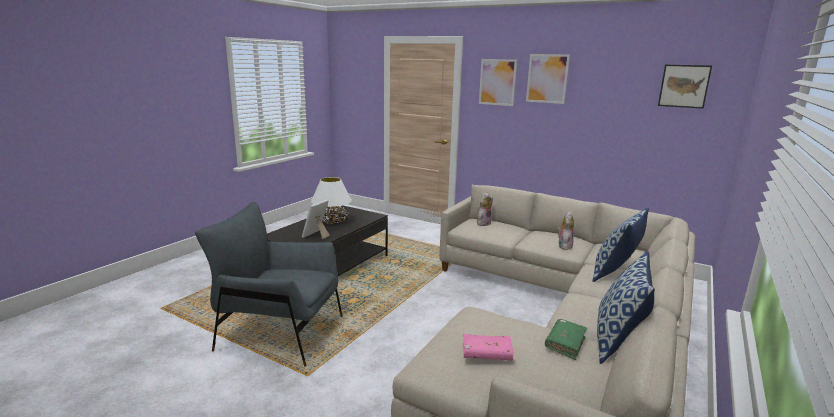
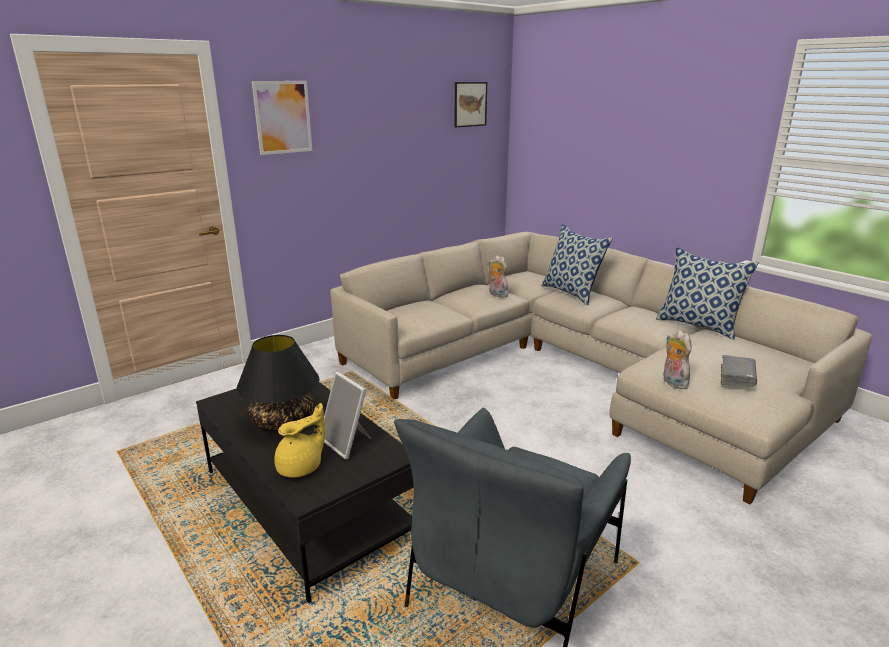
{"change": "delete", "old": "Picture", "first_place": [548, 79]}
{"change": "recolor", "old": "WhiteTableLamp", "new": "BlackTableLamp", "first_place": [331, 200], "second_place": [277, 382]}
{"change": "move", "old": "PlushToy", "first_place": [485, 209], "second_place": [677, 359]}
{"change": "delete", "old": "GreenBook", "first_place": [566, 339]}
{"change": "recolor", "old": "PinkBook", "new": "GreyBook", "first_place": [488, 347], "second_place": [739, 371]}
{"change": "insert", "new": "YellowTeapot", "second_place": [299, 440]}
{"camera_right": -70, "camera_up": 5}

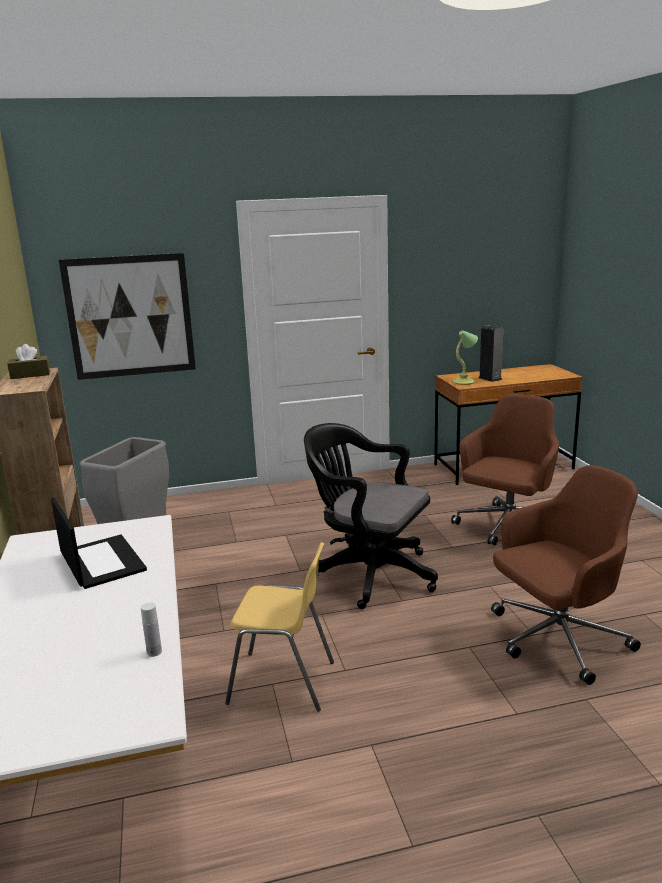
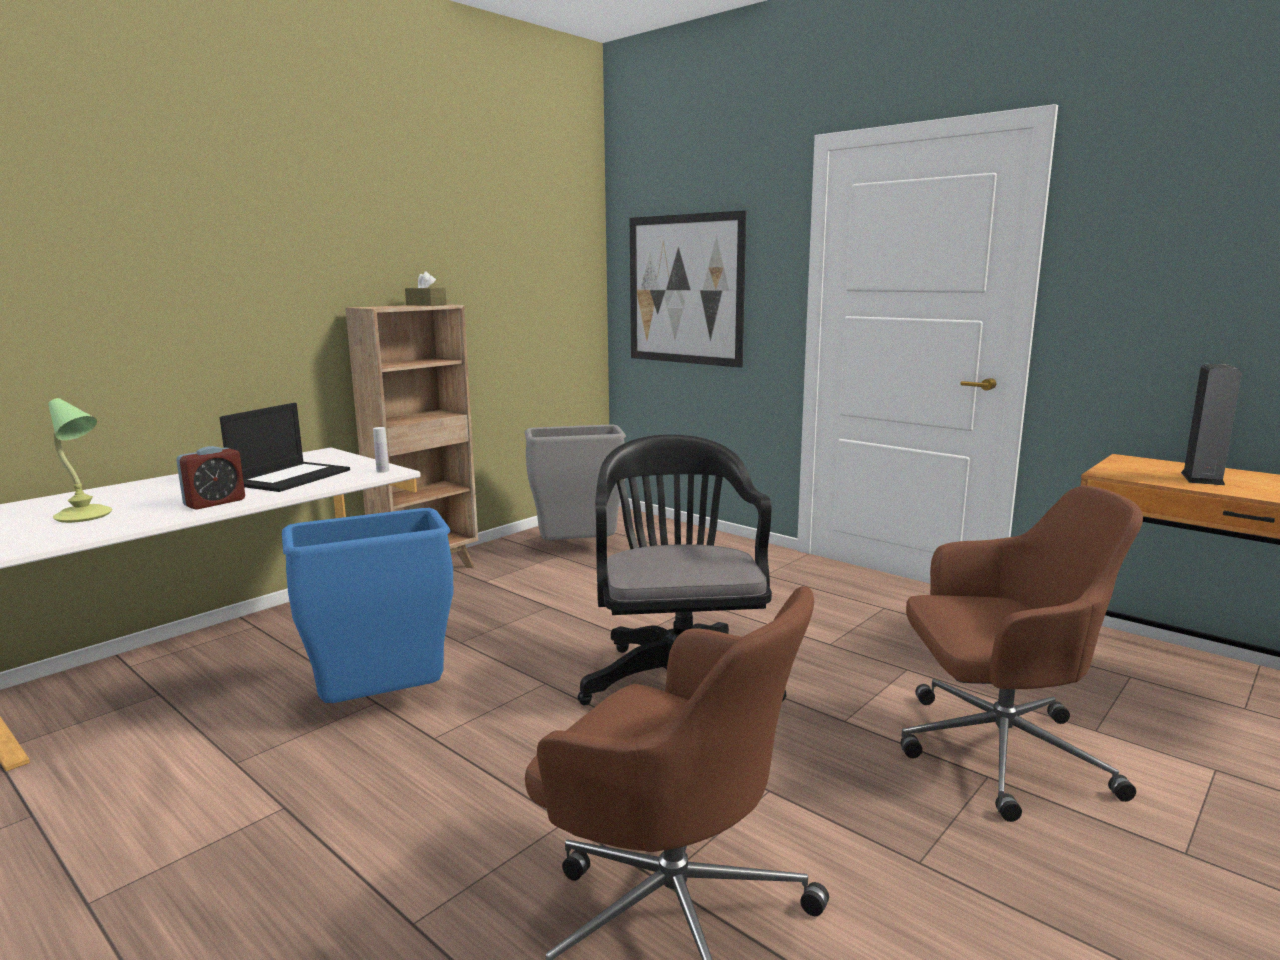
{"change": "move", "old": "TableLamp", "first_place": [465, 357], "second_place": [80, 460]}
{"change": "replace", "old": "YellowChair", "new": "BlueTrashCan", "first_place": [279, 627], "second_place": [367, 605]}
{"change": "move", "old": "WhiteBottle", "first_place": [151, 629], "second_place": [381, 450]}
{"change": "insert", "new": "AlarmClock", "second_place": [210, 478]}
{"camera_right": 55, "camera_up": -5}

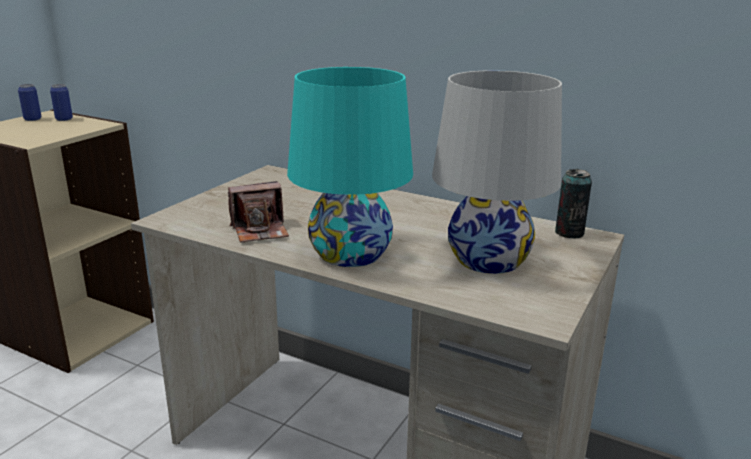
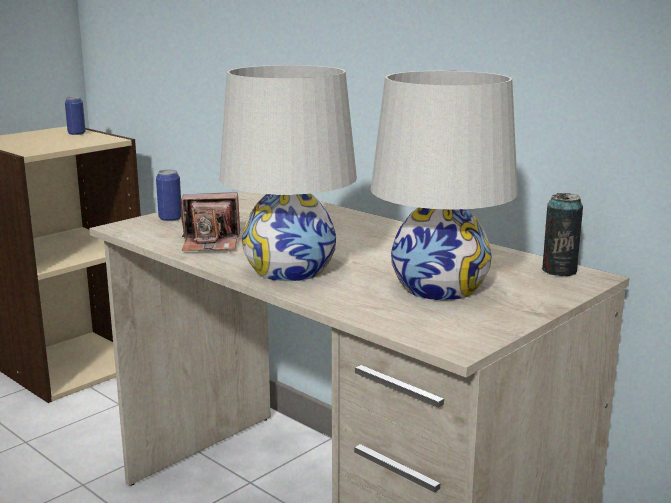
{"change": "recolor", "old": "TurquoiseTableLamp", "new": "WhiteTableLamp", "first_place": [350, 167], "second_place": [288, 173]}
{"change": "move", "old": "Can", "first_place": [29, 102], "second_place": [168, 195]}
{"camera_right": 15, "camera_up": -5}

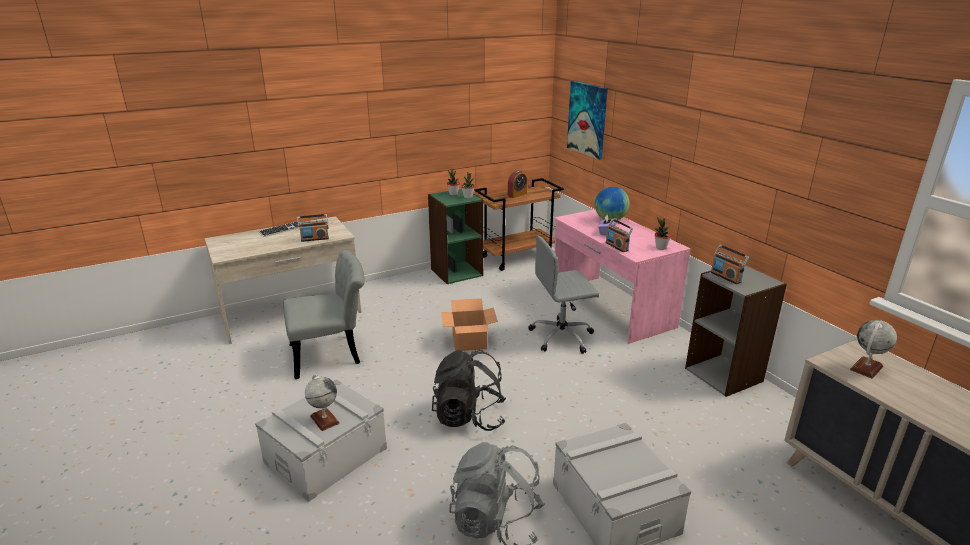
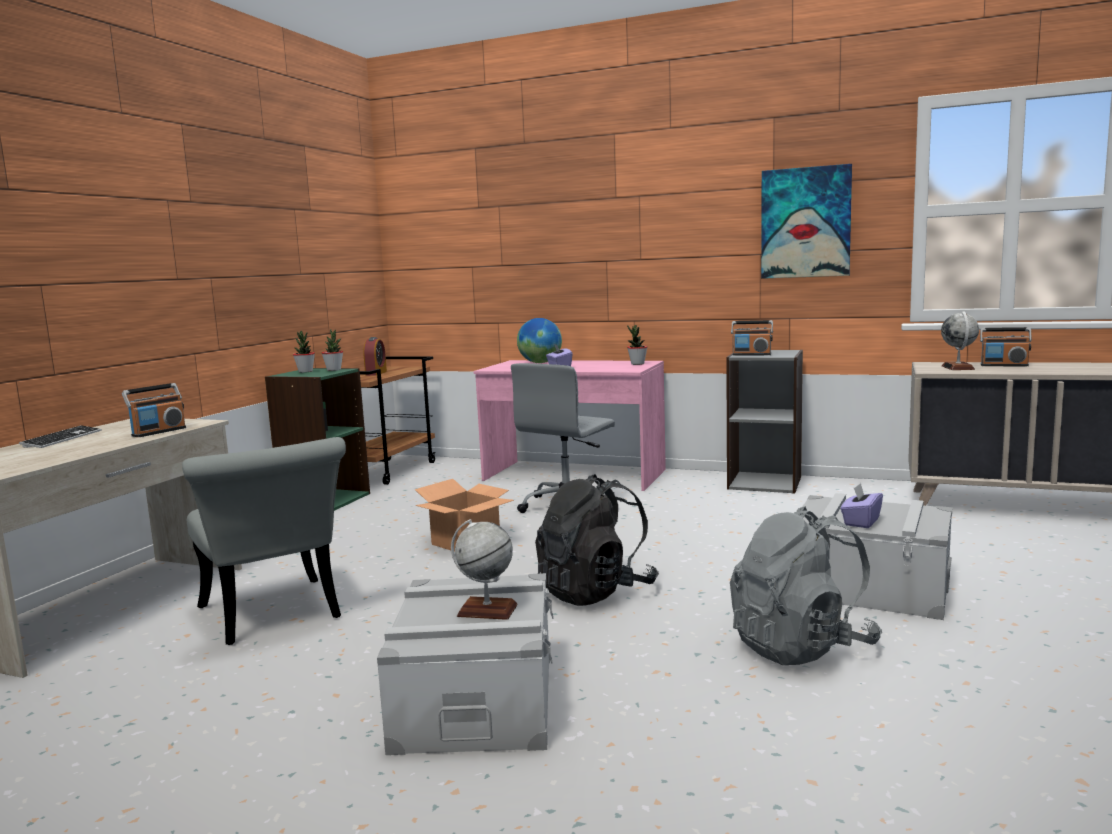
{"change": "move", "old": "Picture", "first_place": [587, 120], "second_place": [806, 221]}
{"change": "move", "old": "Radio", "first_place": [619, 235], "second_place": [1006, 346]}
{"change": "rotate", "old": "GreyChair", "first_place": [324, 314], "second_place": [264, 541], "degrees": 120}
{"change": "insert", "new": "PurpleTissueBox", "second_place": [862, 505]}
{"camera_right": -40, "camera_up": -15}

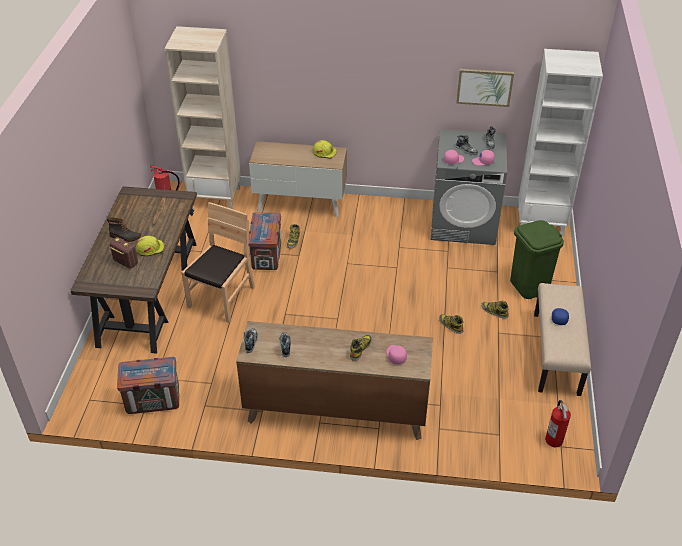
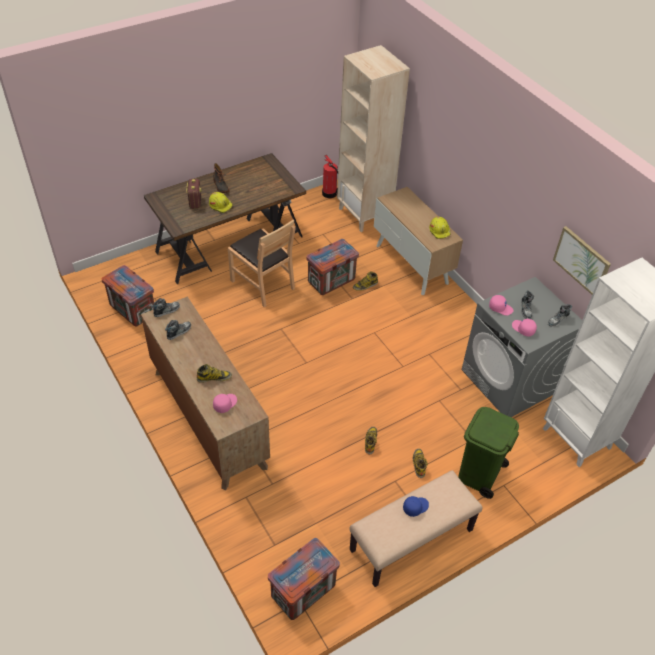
{"change": "rotate", "old": "BrownChair", "first_place": [218, 262], "second_place": [261, 263], "degrees": 60}
{"change": "replace", "old": "FireExtinguisher", "new": "Crate", "first_place": [558, 423], "second_place": [304, 579]}
{"camera_right": 50, "camera_up": 5}

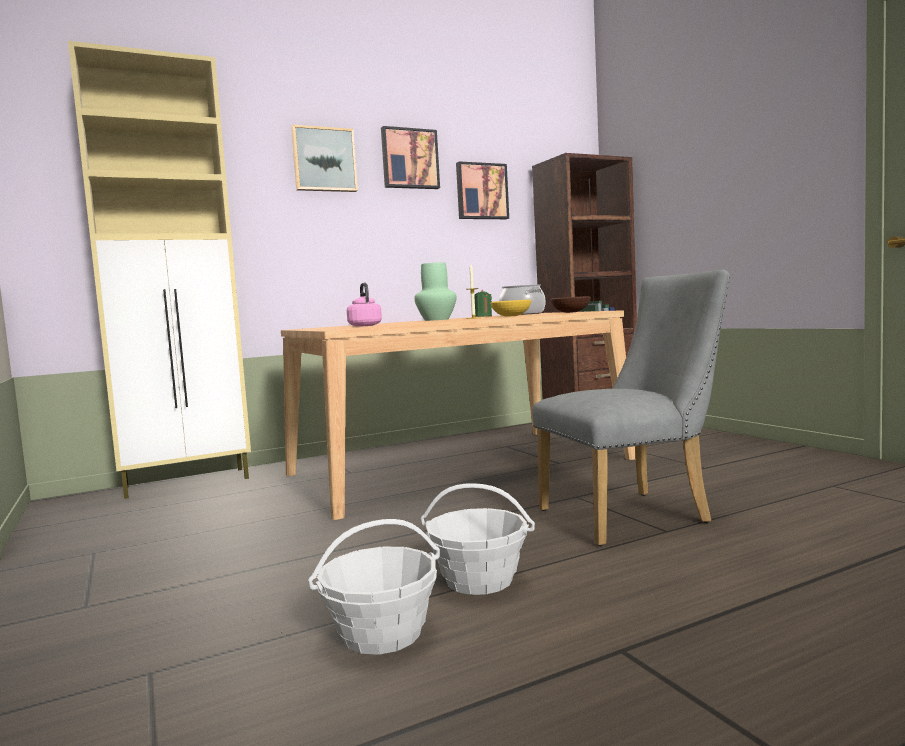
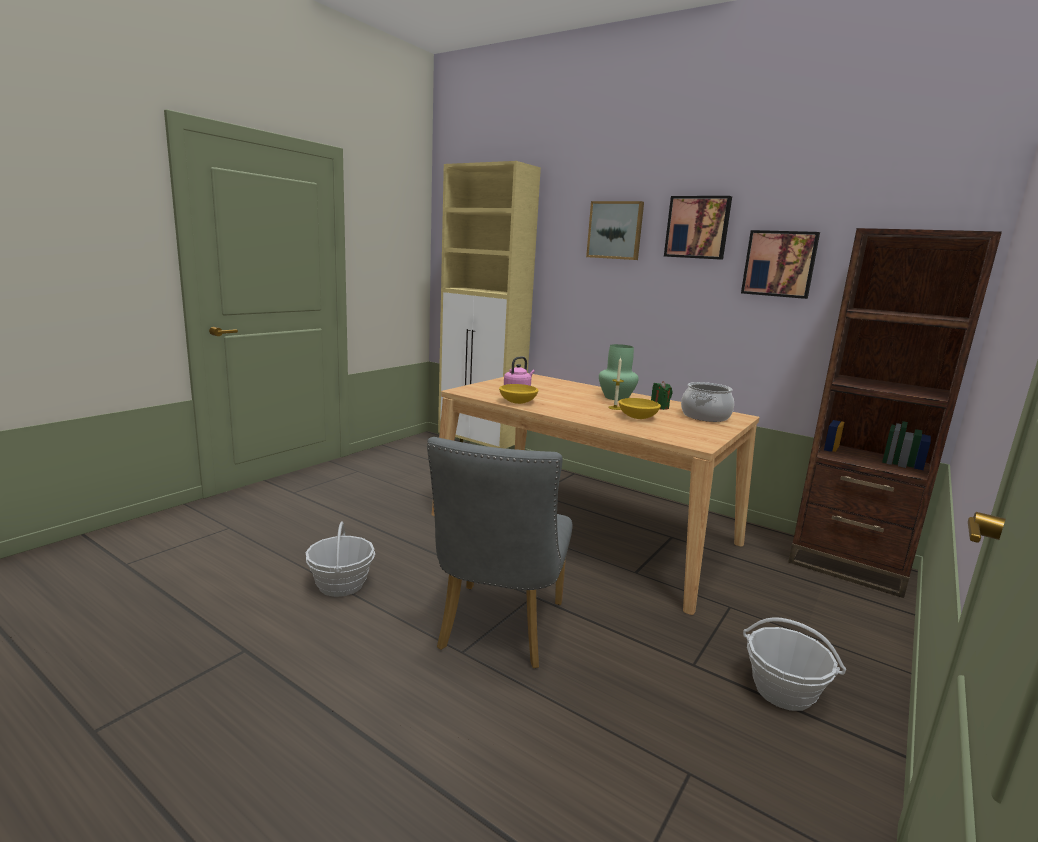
{"change": "rotate", "old": "GreyChair", "first_place": [631, 408], "second_place": [500, 552], "degrees": 60}
{"change": "delete", "old": "BrownBowl", "first_place": [570, 304]}
{"change": "move", "old": "Basket", "first_place": [374, 587], "second_place": [794, 664]}
{"change": "insert", "new": "YellowBowl", "second_place": [519, 394]}
{"camera_right": 60, "camera_up": 10}

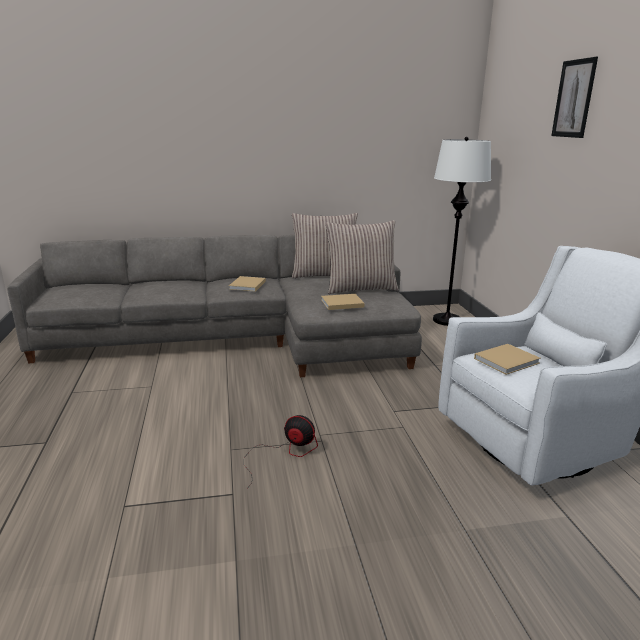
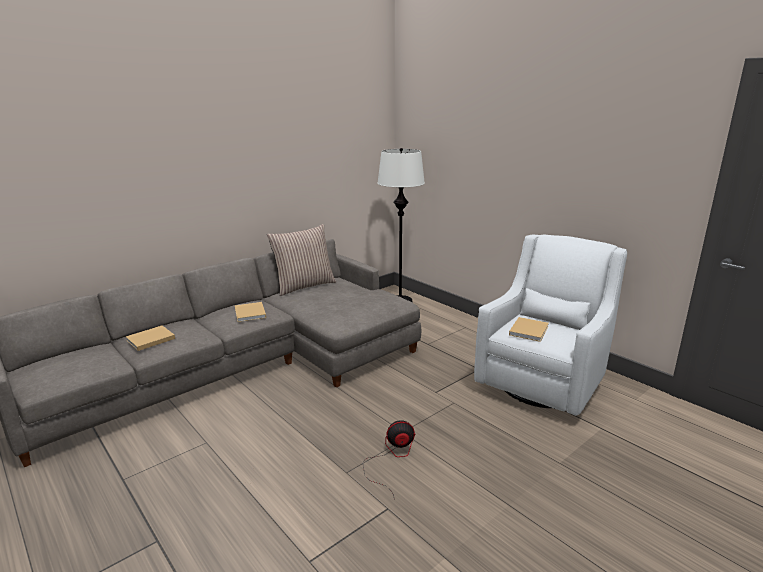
{"change": "delete", "old": "Picture", "first_place": [574, 97]}
{"change": "delete", "old": "Pillow", "first_place": [362, 257]}
{"change": "move", "old": "BeigeBook", "first_place": [342, 302], "second_place": [150, 338]}
{"camera_right": -30, "camera_up": 0}

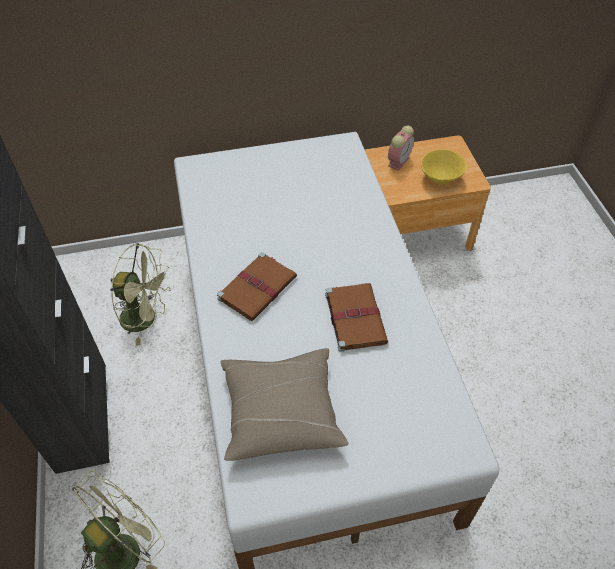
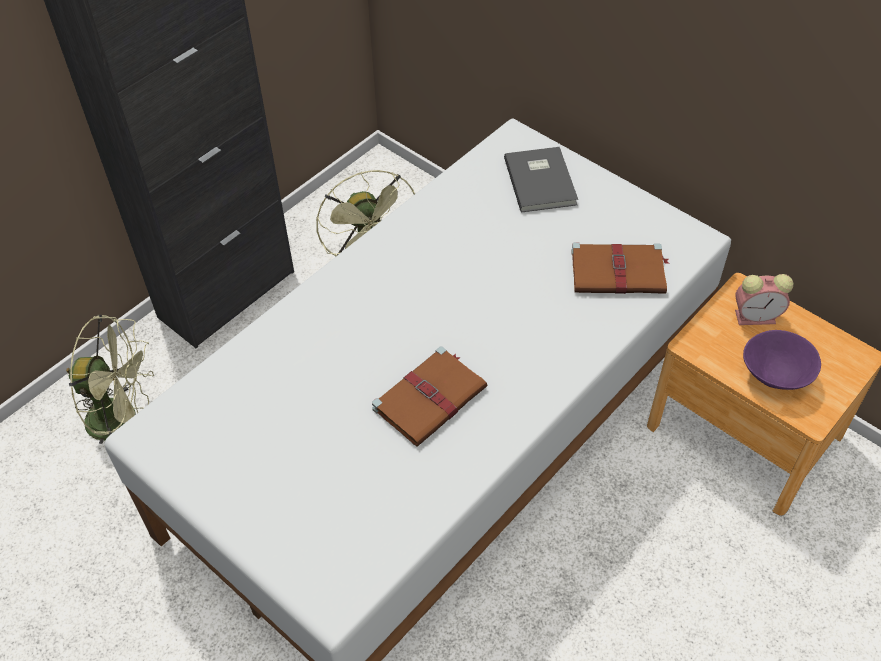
{"change": "recolor", "old": "YellowBowl", "new": "PurpleBowl", "first_place": [444, 167], "second_place": [782, 360]}
{"change": "move", "old": "BrownBook", "first_place": [257, 286], "second_place": [620, 268]}
{"change": "delete", "old": "BeigePillow", "first_place": [285, 404]}
{"change": "insert", "new": "GreyBook", "second_place": [541, 180]}
{"camera_right": 55, "camera_up": 0}

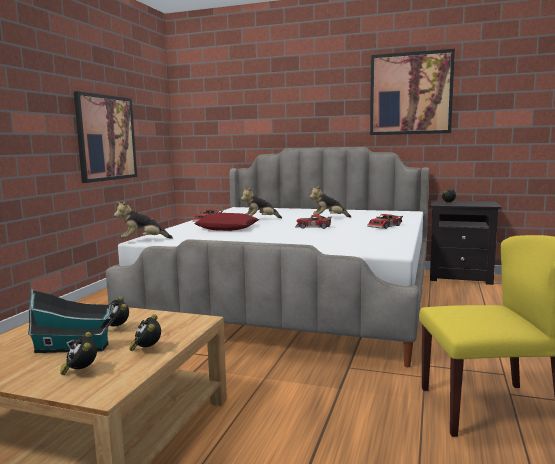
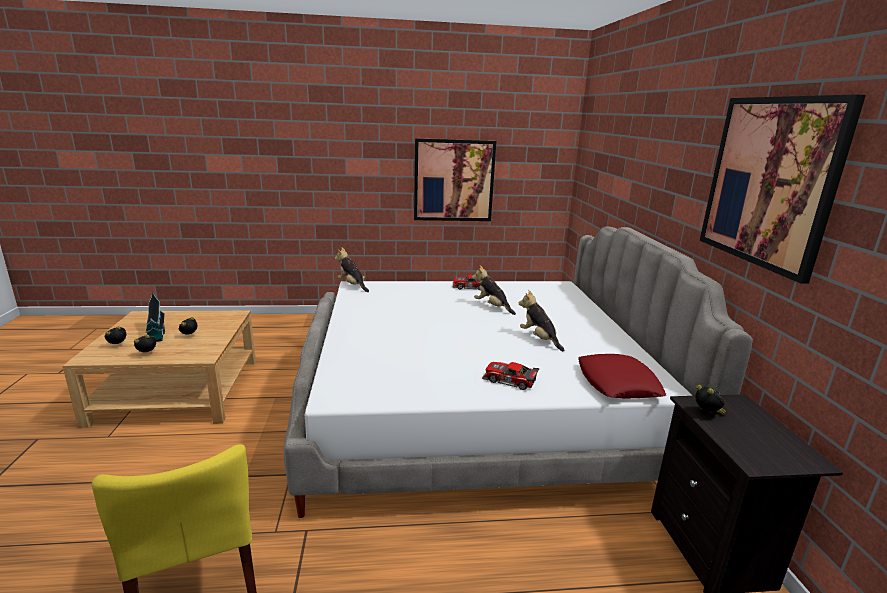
{"change": "move", "old": "RedPillow", "first_place": [226, 222], "second_place": [622, 376]}
{"change": "delete", "old": "ToyCar", "first_place": [313, 222]}
{"camera_right": 65, "camera_up": 10}

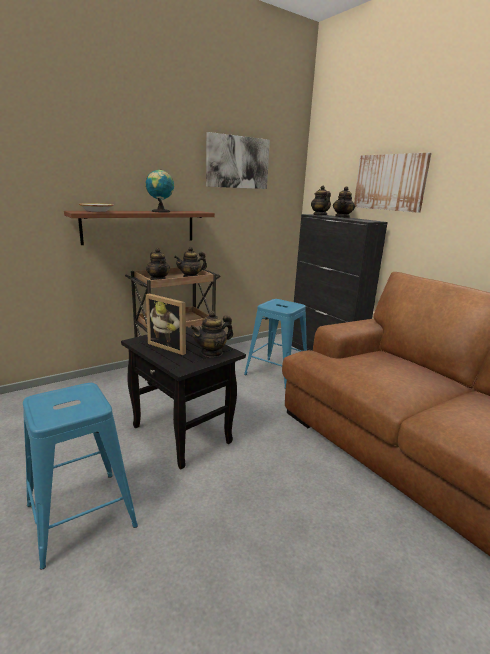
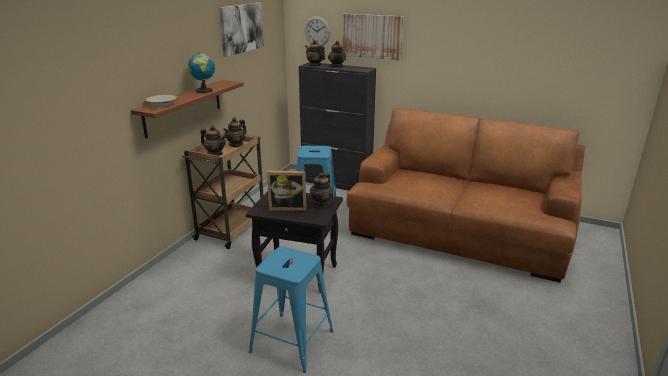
{"change": "insert", "new": "WallClock", "second_place": [317, 31]}
{"camera_right": -30, "camera_up": 5}

